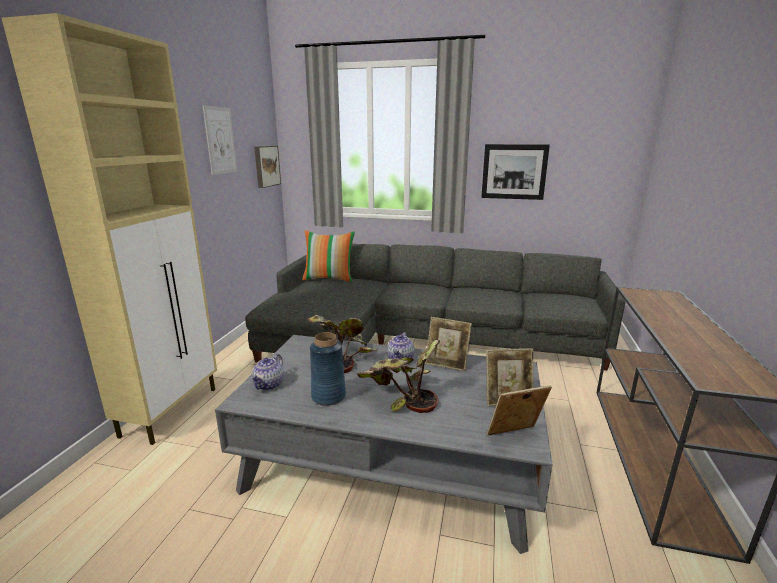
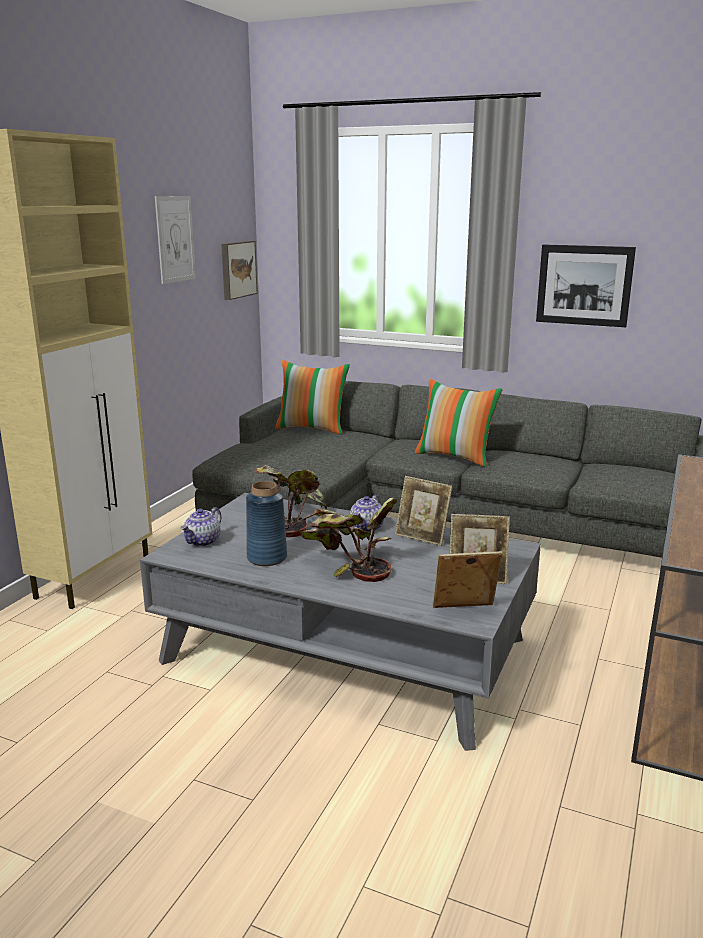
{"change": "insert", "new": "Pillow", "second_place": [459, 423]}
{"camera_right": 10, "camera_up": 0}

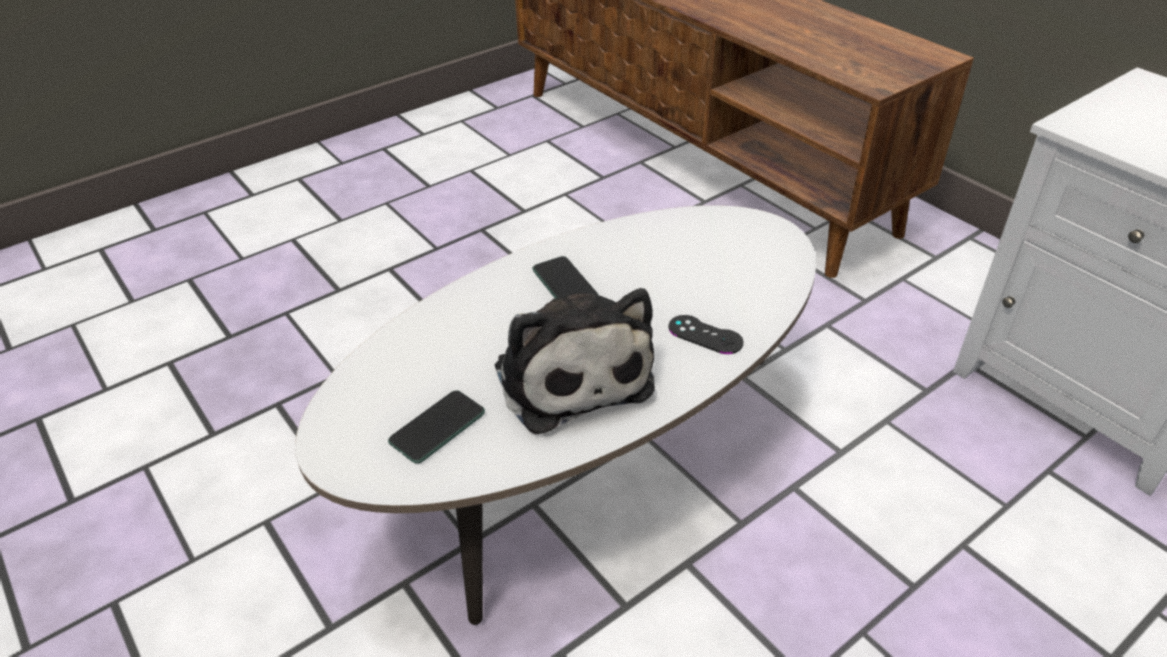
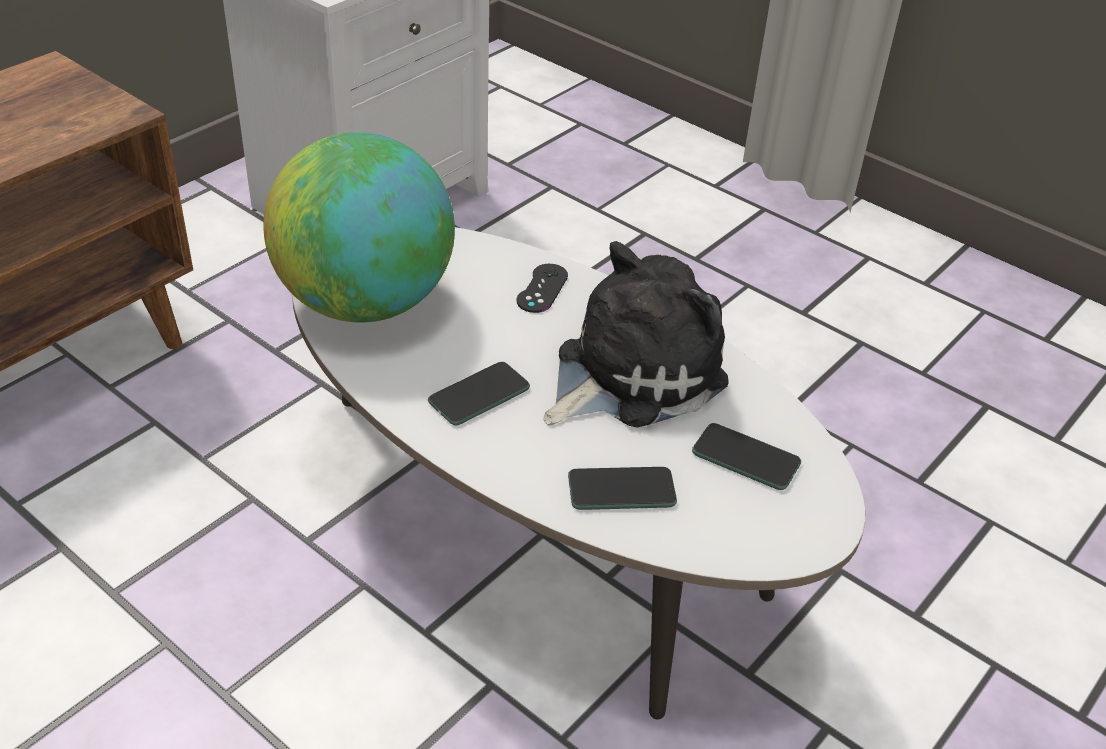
{"change": "insert", "new": "Globe", "second_place": [359, 227]}
{"change": "insert", "new": "Phone", "second_place": [622, 488]}
{"camera_right": -105, "camera_up": 0}

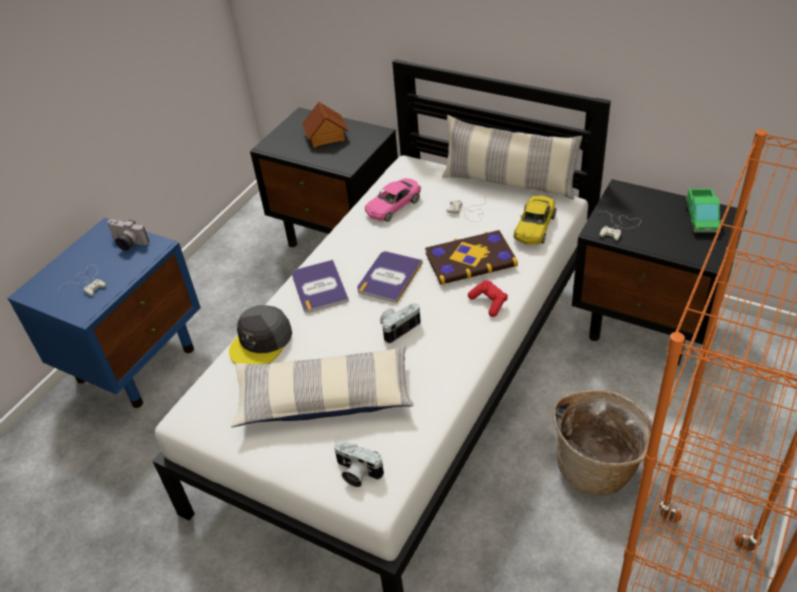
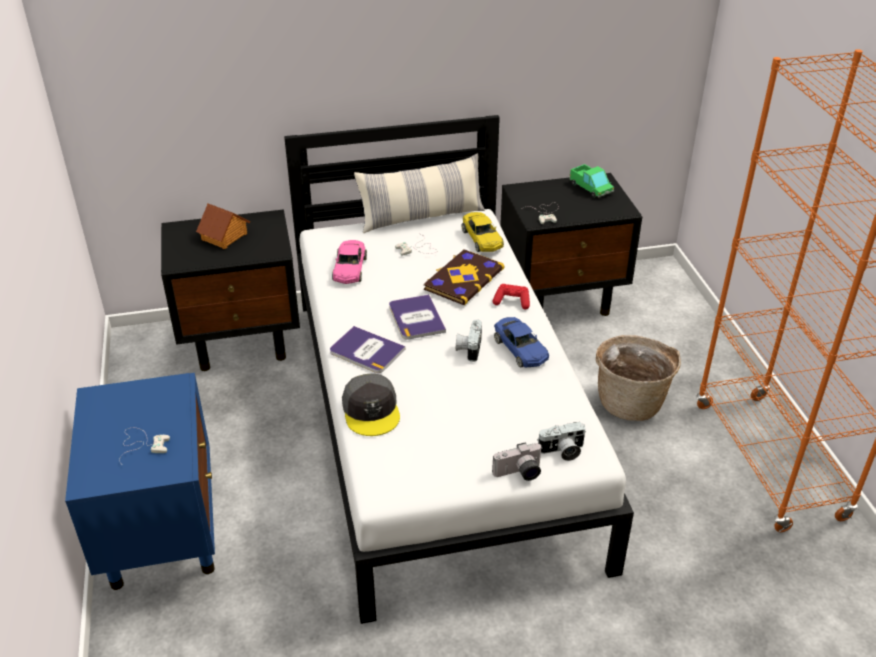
{"change": "move", "old": "PhotoCamera", "first_place": [128, 234], "second_place": [517, 461]}
{"change": "delete", "old": "Pillow", "first_place": [322, 386]}
{"change": "insert", "new": "BlueToyCar", "second_place": [521, 342]}
{"camera_right": -45, "camera_up": -5}

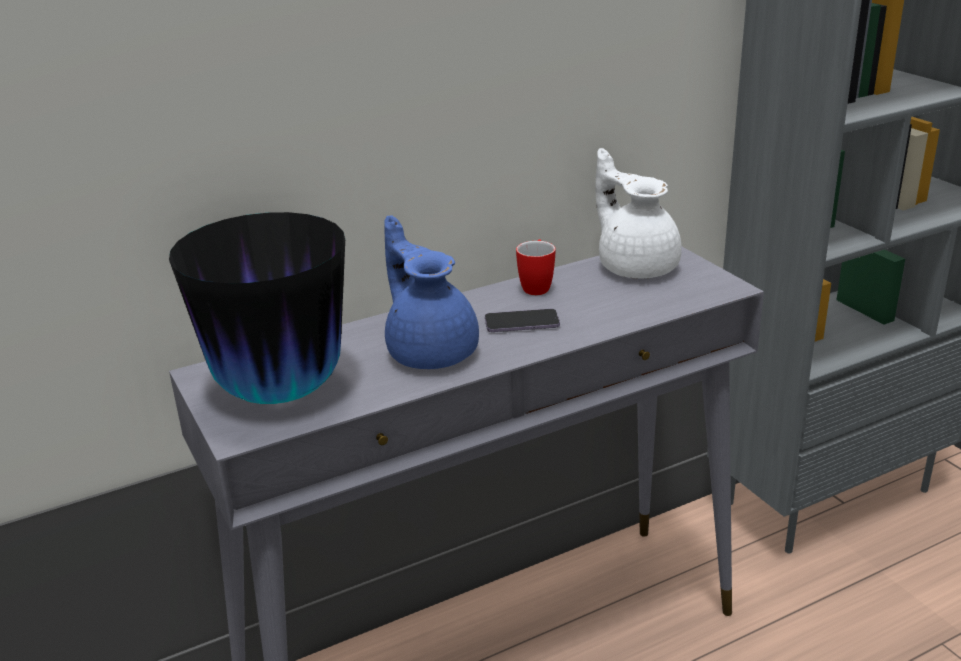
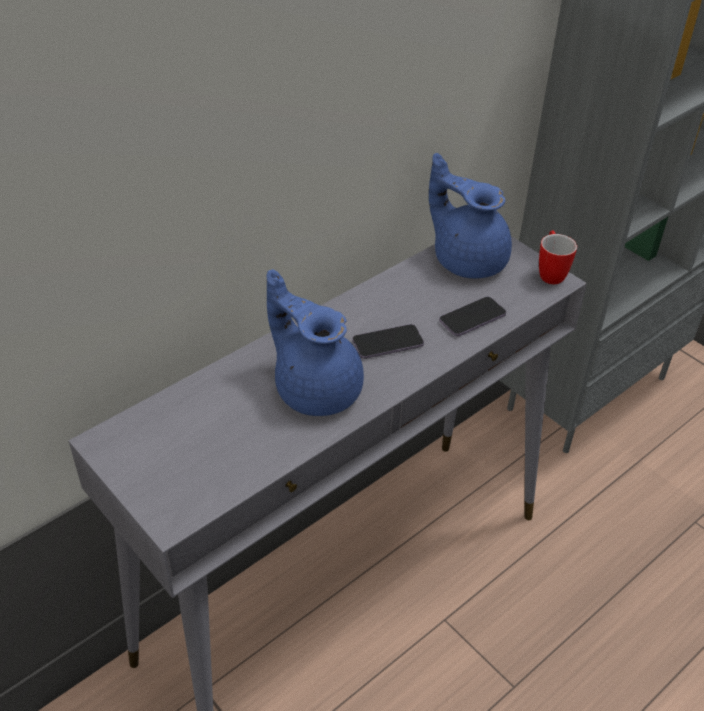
{"change": "recolor", "old": "WhiteTeapot", "new": "BlueTeapot", "first_place": [639, 213], "second_place": [470, 215]}
{"change": "delete", "old": "Vase", "first_place": [257, 308]}
{"change": "move", "old": "Mug", "first_place": [535, 267], "second_place": [558, 257]}
{"change": "insert", "new": "Phone", "second_place": [472, 316]}
{"camera_right": -15, "camera_up": 15}

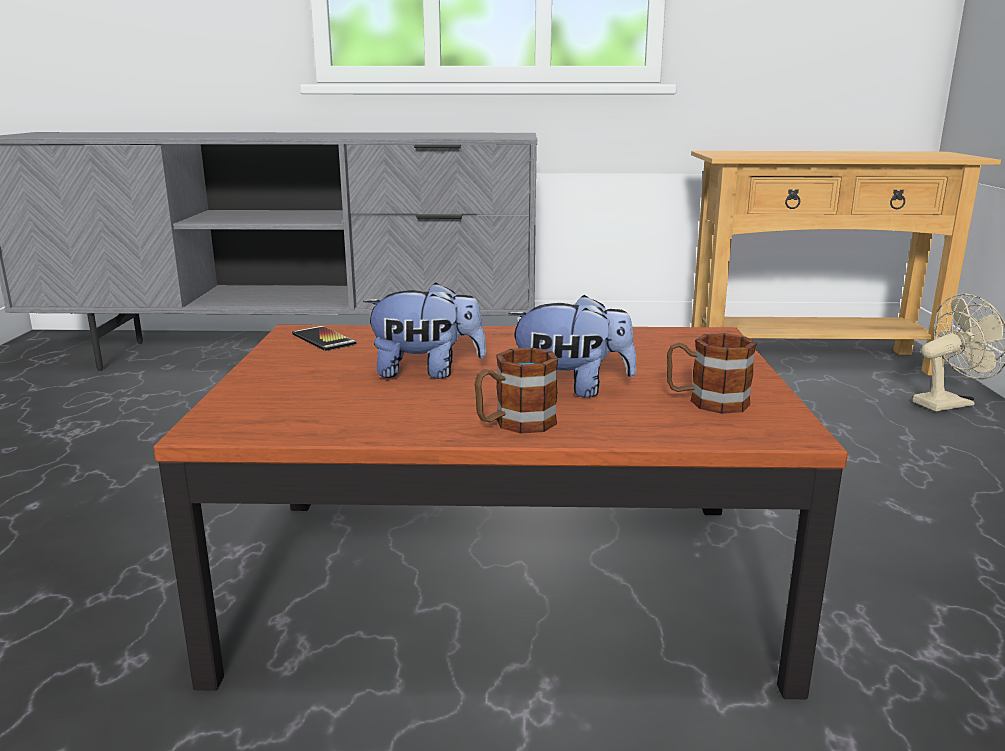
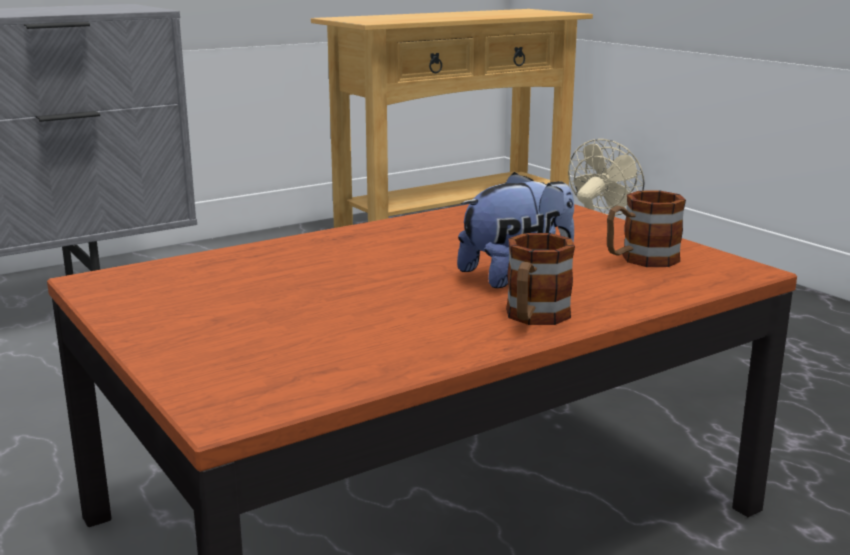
{"change": "delete", "old": "PlushToy", "first_place": [424, 330]}
{"change": "delete", "old": "Phone", "first_place": [324, 338]}
{"camera_right": -35, "camera_up": 0}

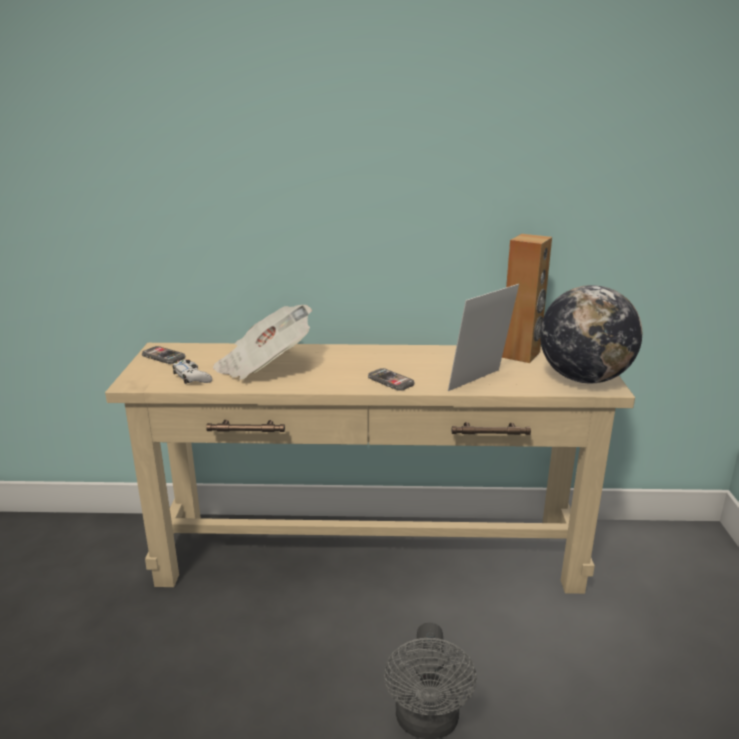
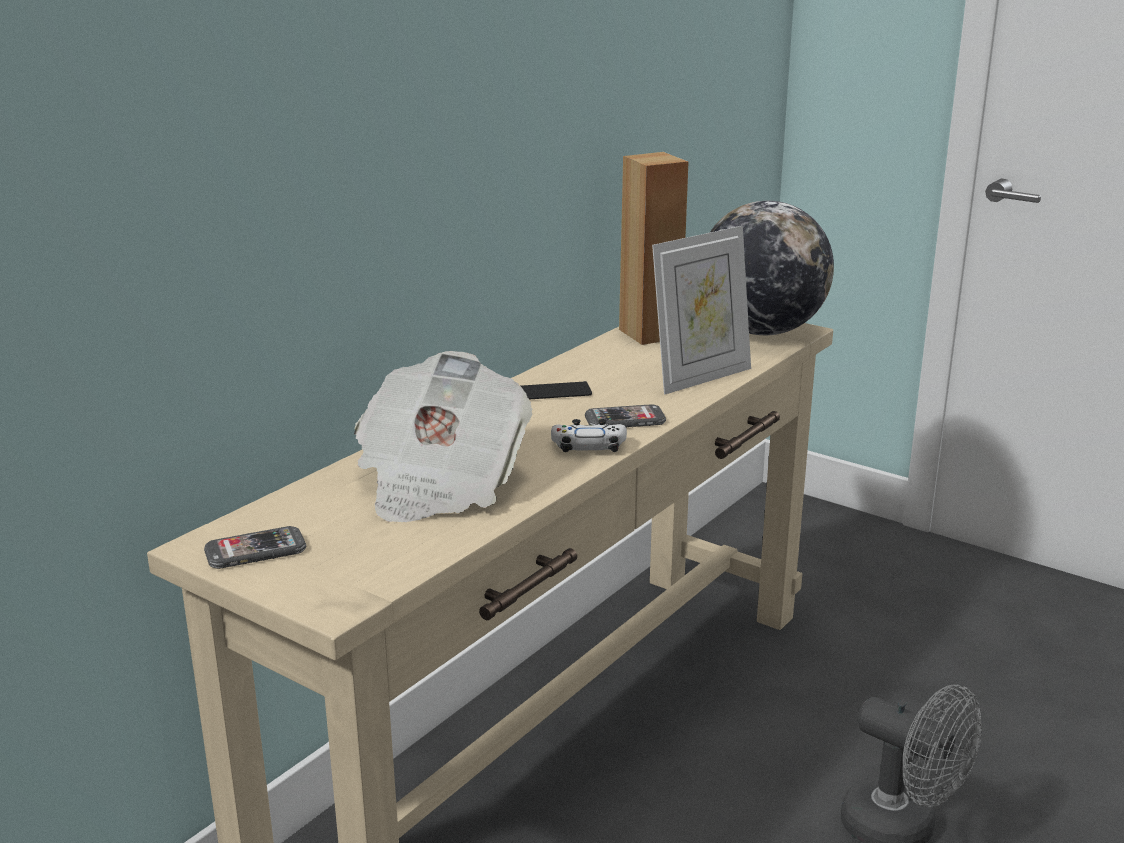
{"change": "rotate", "old": "PictureFrame", "first_place": [483, 337], "second_place": [701, 310], "degrees": -120}
{"change": "move", "old": "WhiteGameController", "first_place": [192, 372], "second_place": [589, 435]}
{"change": "insert", "new": "Phone", "second_place": [556, 390]}
{"camera_right": -55, "camera_up": 0}

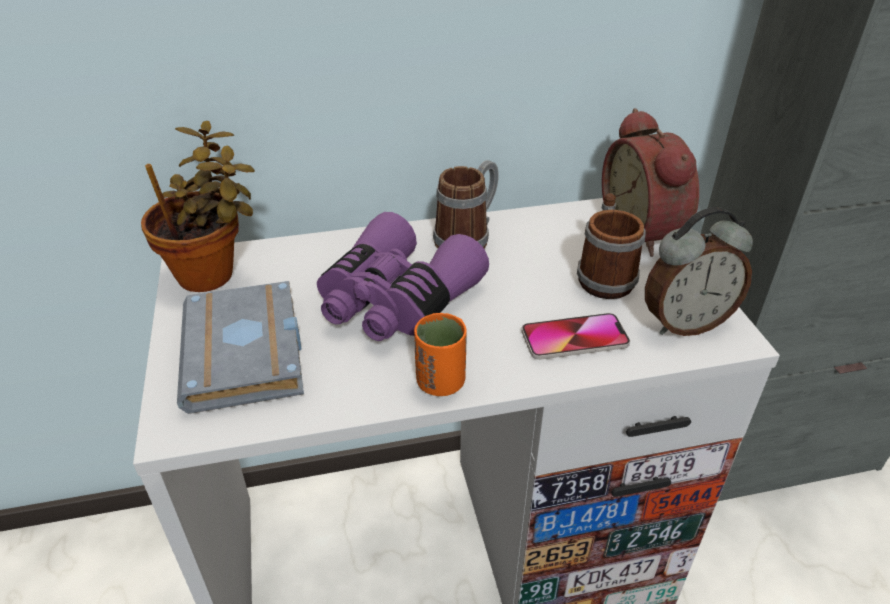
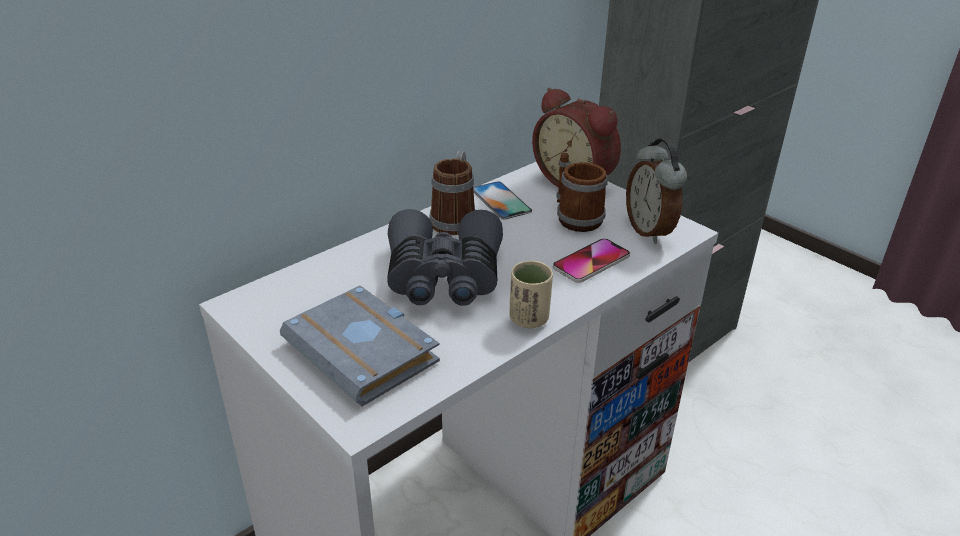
{"change": "delete", "old": "PottedPlant", "first_place": [198, 206]}
{"change": "rotate", "old": "AlarmClock", "first_place": [699, 271], "second_place": [656, 191], "degrees": 120}
{"change": "recolor", "old": "PurpleBinoculars", "new": "GreyBinoculars", "first_place": [403, 276], "second_place": [445, 257]}
{"change": "recolor", "old": "OrangeCup", "new": "BeigeCup", "first_place": [440, 354], "second_place": [531, 294]}
{"change": "insert", "new": "Phone", "second_place": [502, 200]}
{"camera_right": -30, "camera_up": -5}

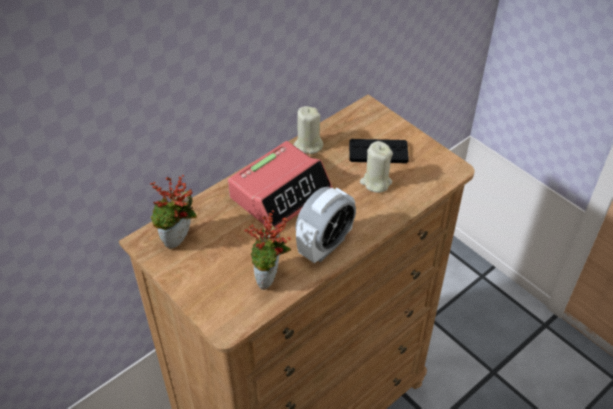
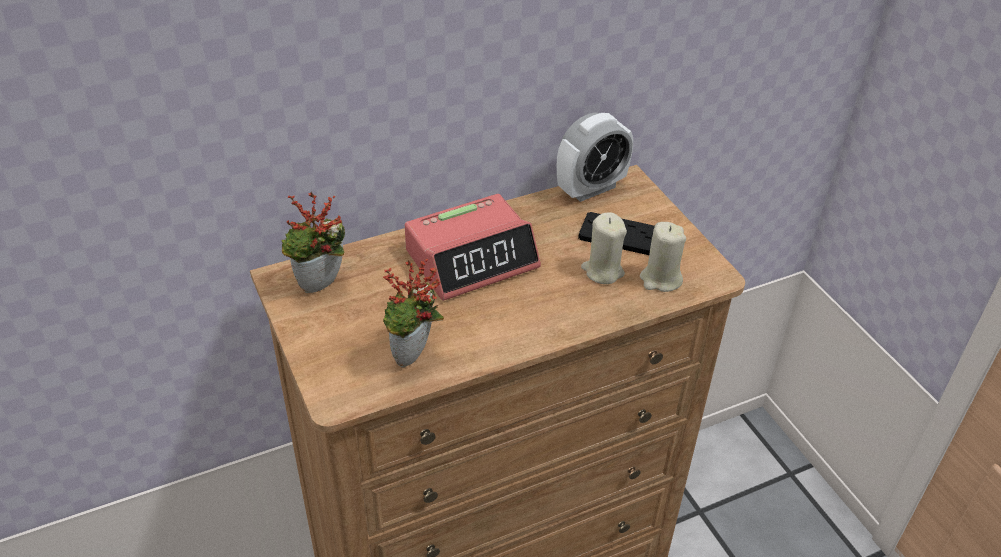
{"change": "move", "old": "BeigeCandle", "first_place": [308, 130], "second_place": [663, 257]}
{"change": "move", "old": "AlarmClock", "first_place": [325, 225], "second_place": [595, 157]}
{"camera_right": 15, "camera_up": -5}

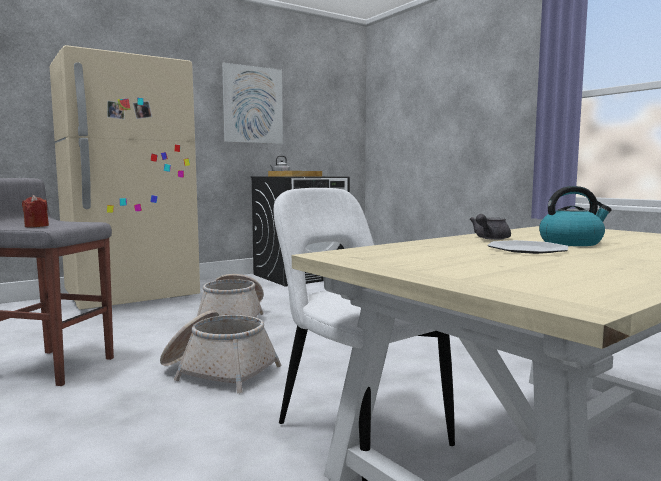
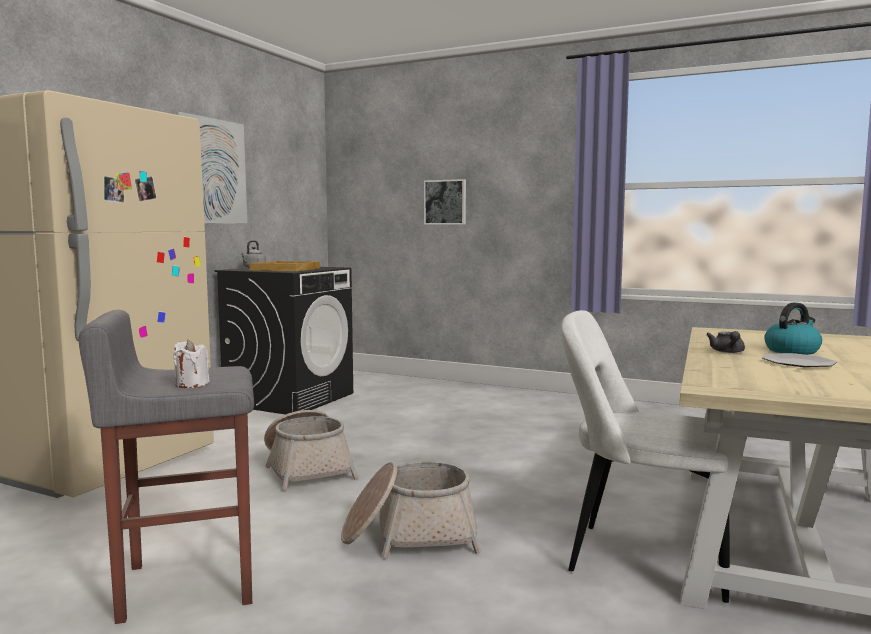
{"change": "recolor", "old": "RedCandle", "new": "WhiteCandle", "first_place": [35, 211], "second_place": [191, 364]}
{"change": "insert", "new": "Picture", "second_place": [445, 202]}
{"camera_right": -30, "camera_up": 0}

